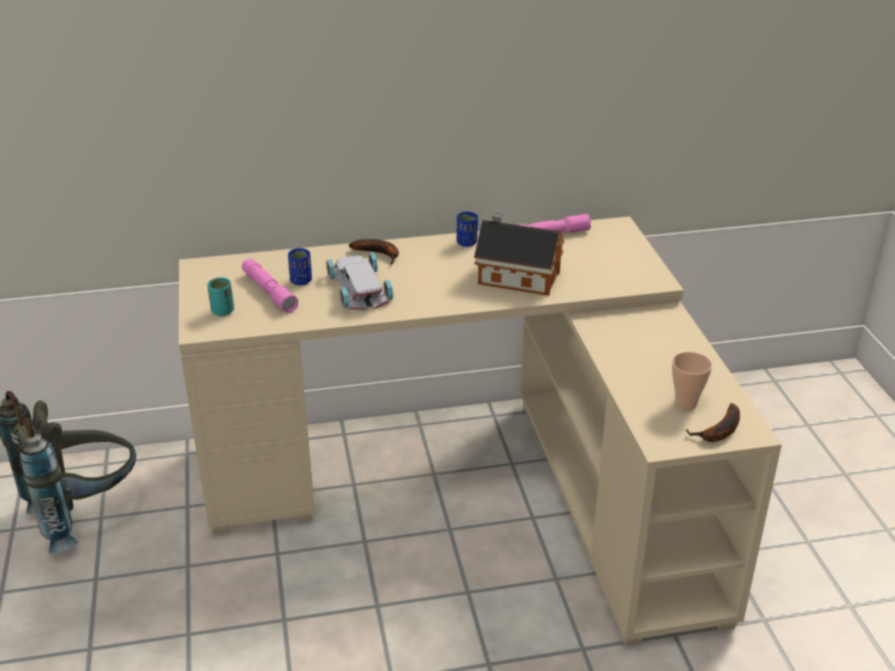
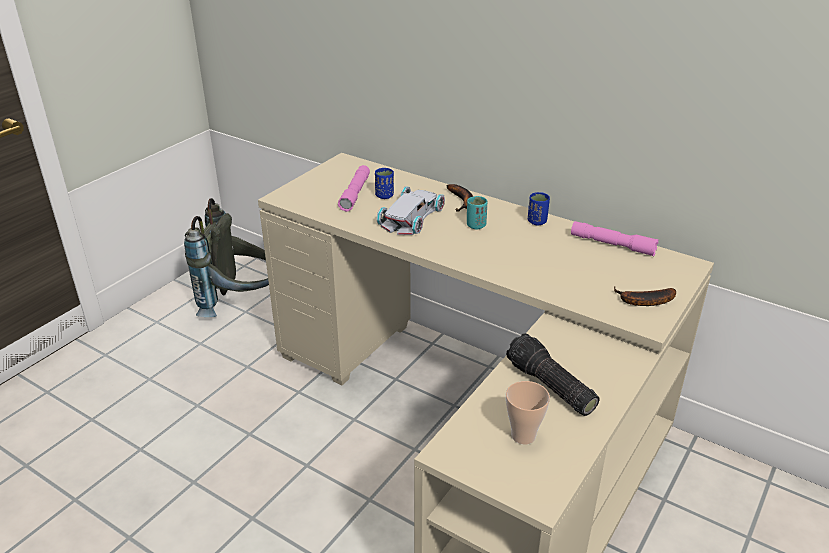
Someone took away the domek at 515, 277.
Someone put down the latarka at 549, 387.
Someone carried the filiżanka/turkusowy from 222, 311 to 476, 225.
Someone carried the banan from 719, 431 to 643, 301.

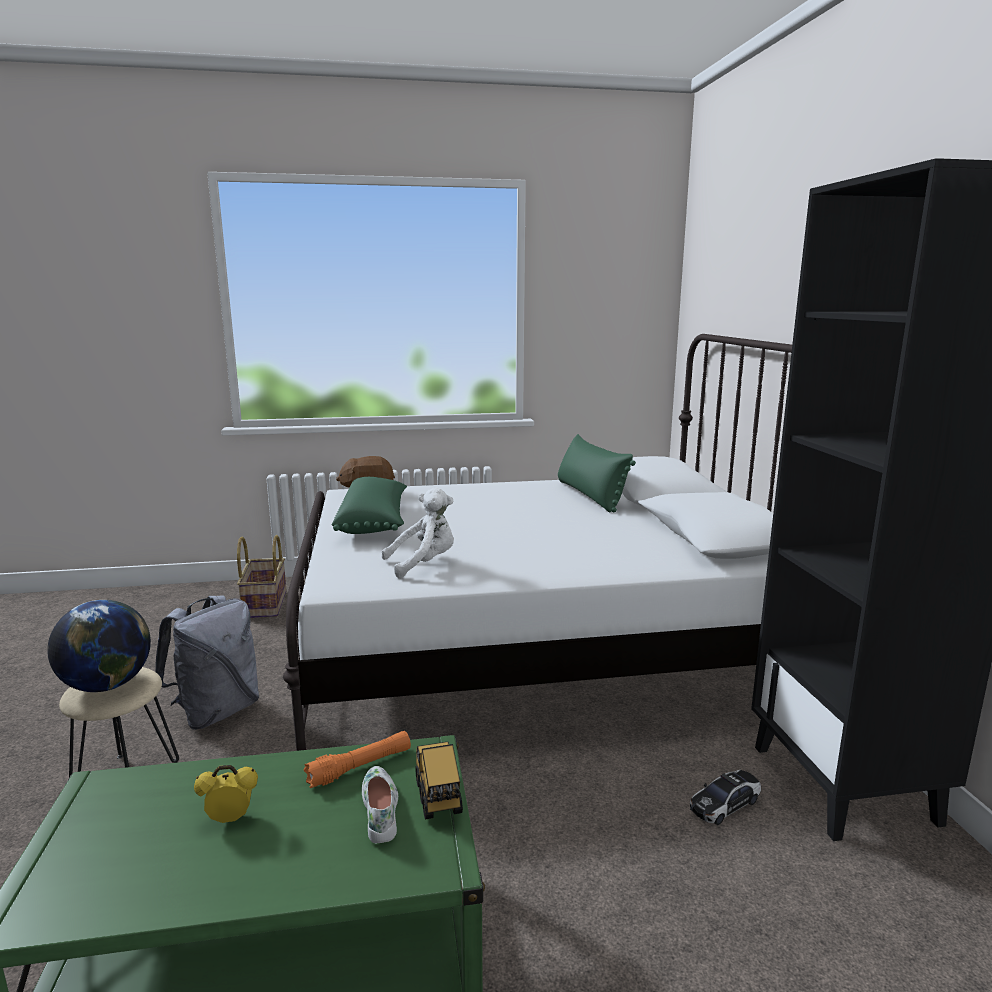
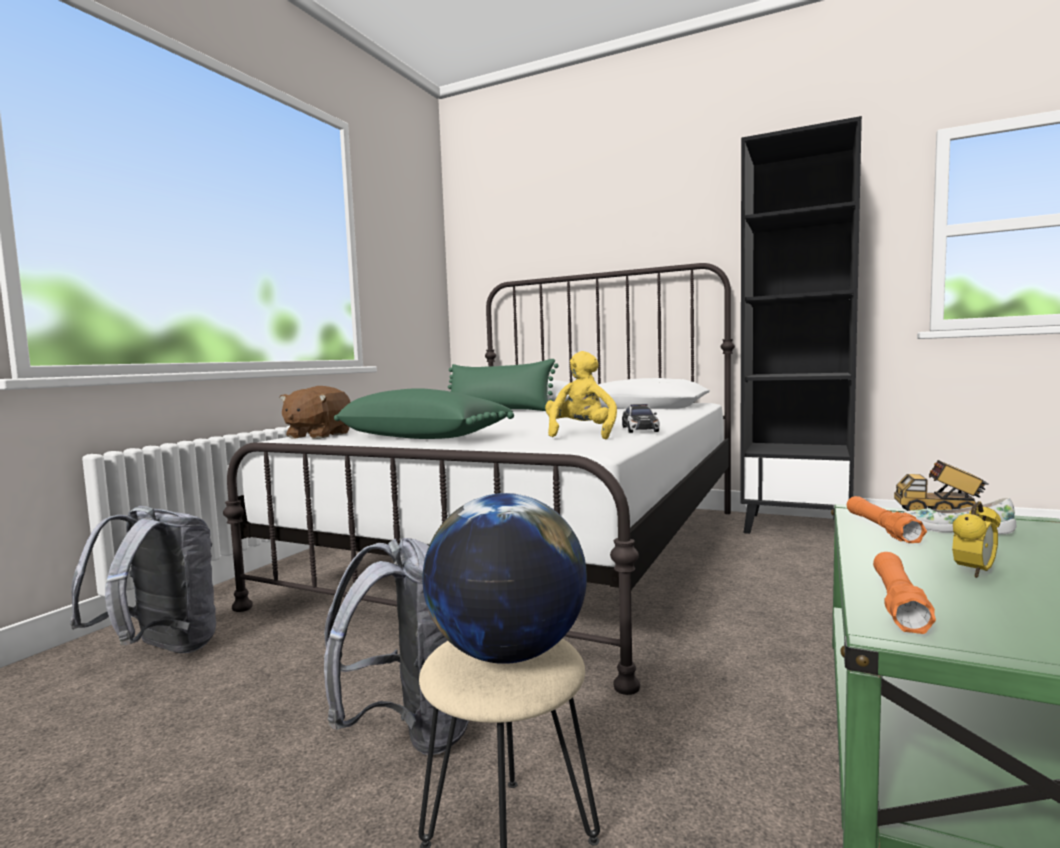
Someone put down the latarka/pomarańczowy at 898, 603.
Someone carried the samochodzik from 725, 804 to 639, 429.
Someone swapped the koszyk at 264, 604 for the plecak/szary at 160, 651.
Someone repainted the pluszak/biały at 424, 564, which became the pluszak/żółty at 581, 434.
Someone rotated the budzik at 230, 819 by 150 degrees counterclockwise.

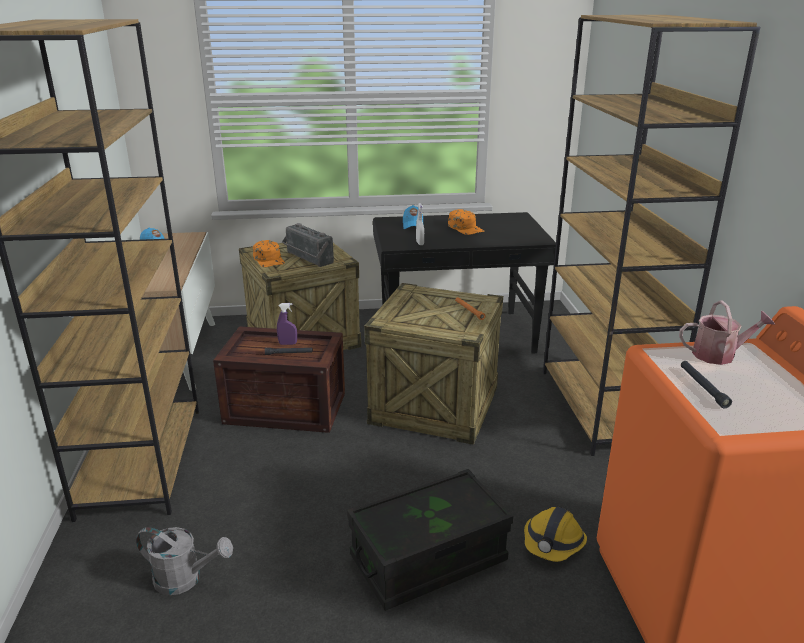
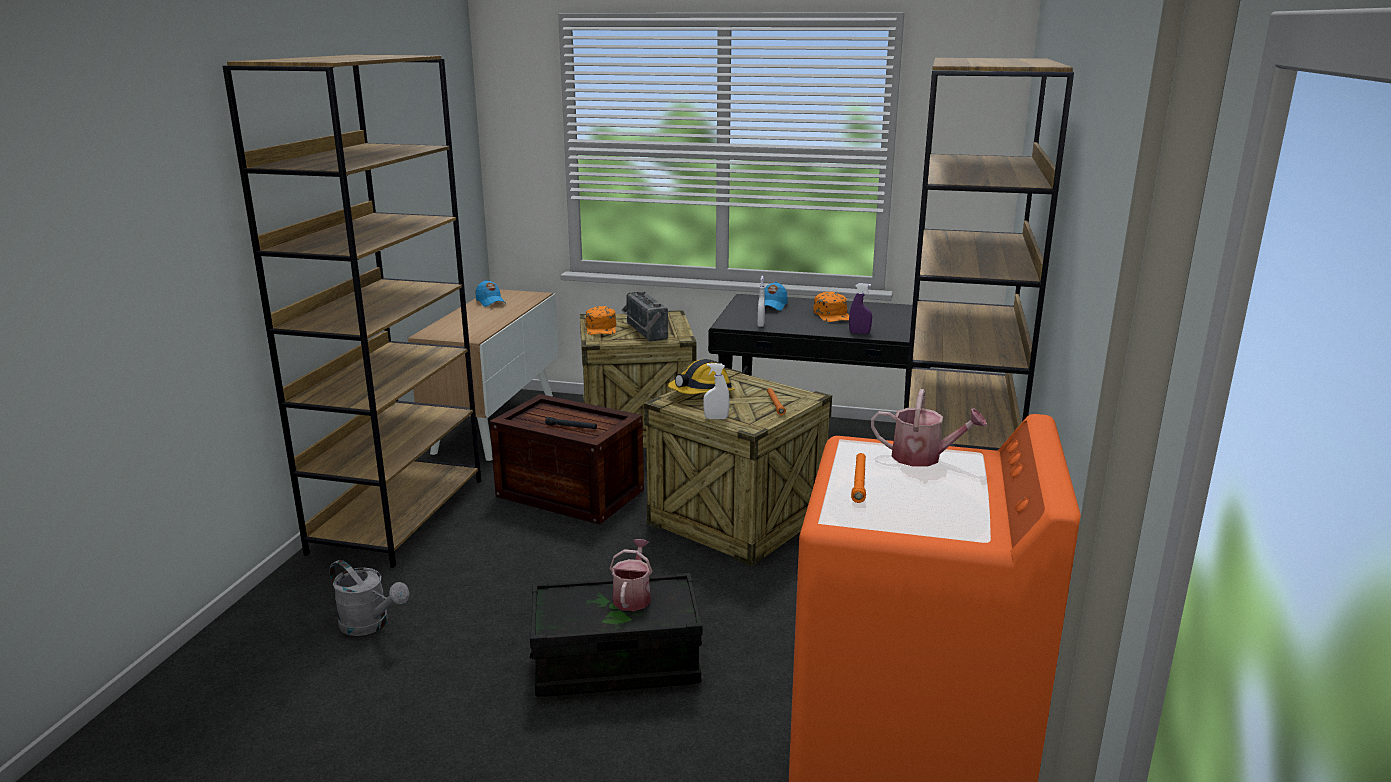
Someone put down the konewka at 633, 596.
Someone put down the spryskiwacz/biały at 716, 418.
Someone carried the spryskiwacz/fioletowy from 288, 344 to 859, 333.
Someone carried the kask from 553, 543 to 702, 392.
Someone repainted the latarka/czarny at 703, 387, which became the latarka/pomarańczowy at 859, 482.

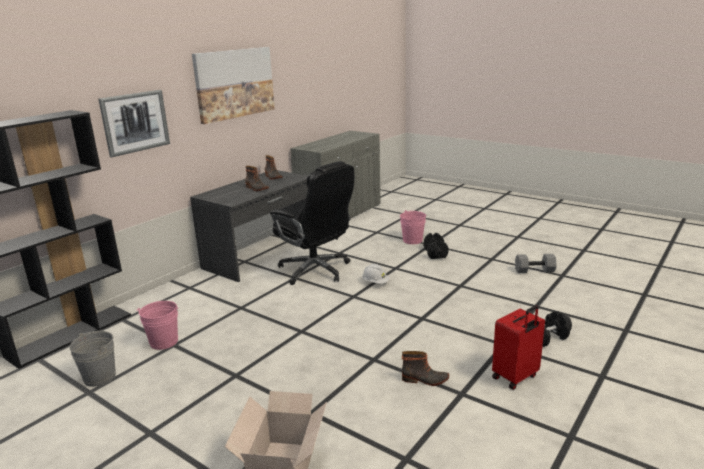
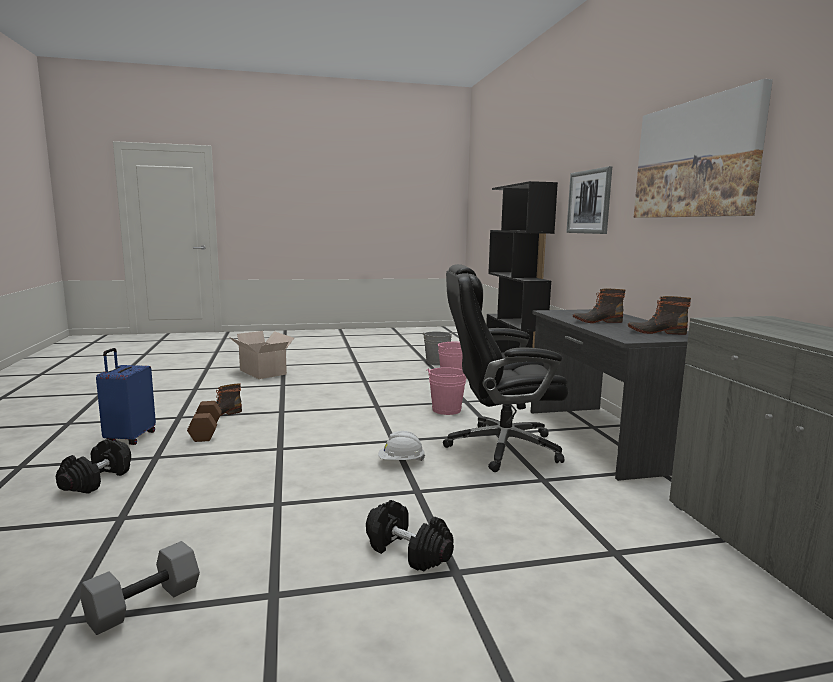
Someone put down the hantel/brązowy at 206, 432.
Someone carried the wiadro/różowy from 412, 240 to 446, 410.
Someone repainted the walizka/czerwony at 515, 377, which became the walizka/niebieski at 129, 438.

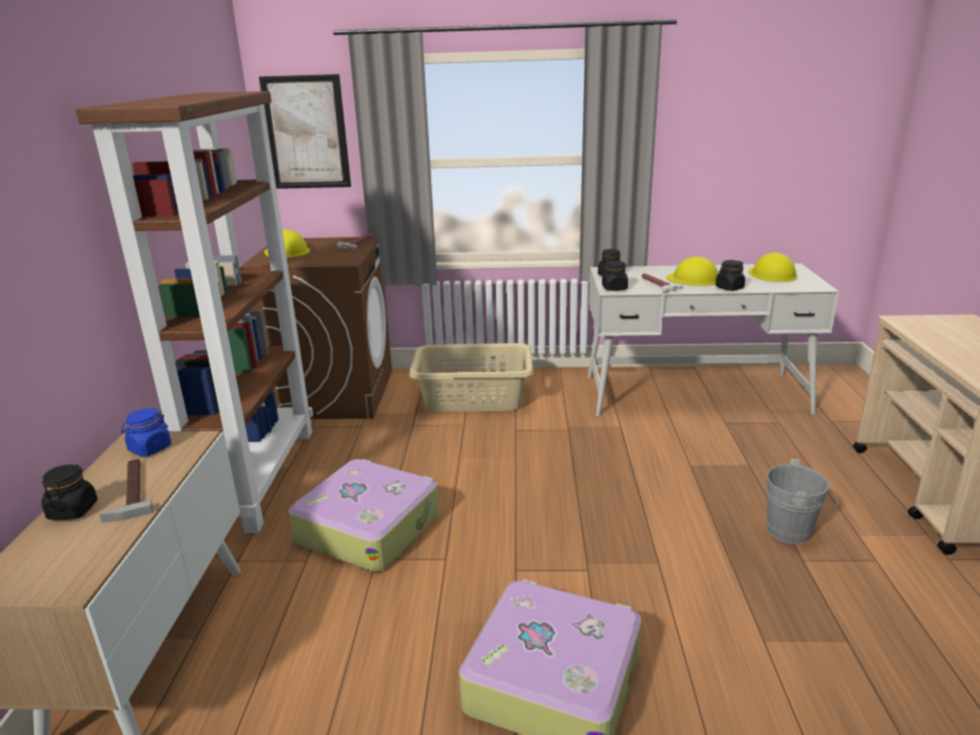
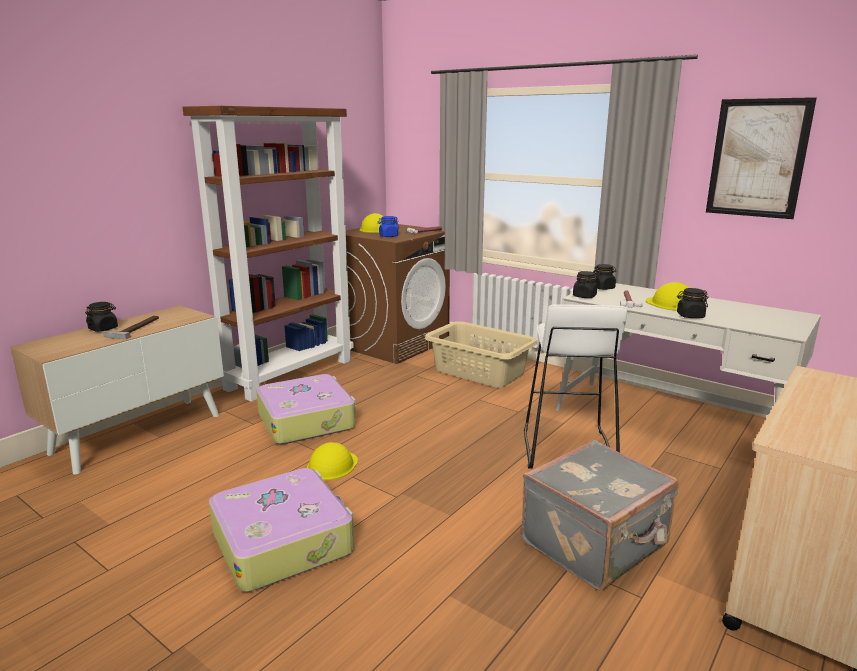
Someone put down the stołek/biały at 567, 449.
Someone carried the słoik/niebieski from 150, 449 to 388, 236.
Someone carried the obraz from 306, 133 to 757, 158.
Someone carried the kask/żółty from 772, 274 to 332, 465.
Someone swapped the wiadro/szary at 794, 532 for the walizka/szary at 596, 545.

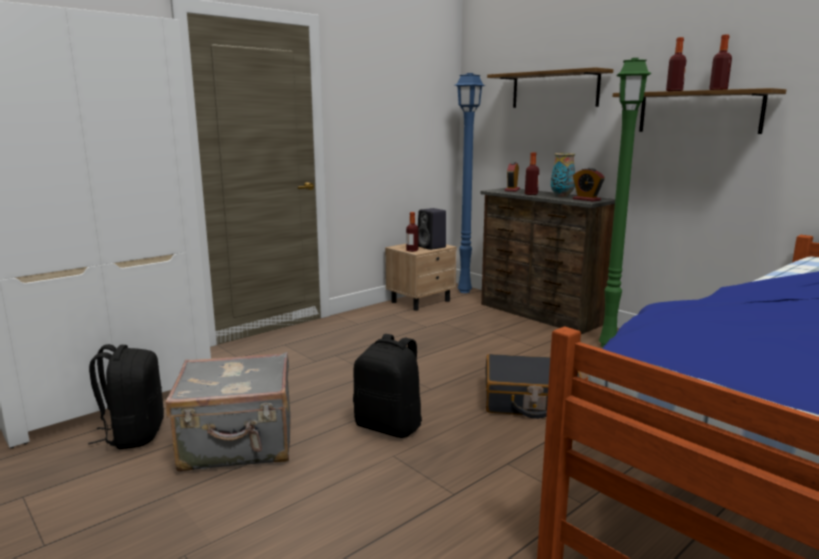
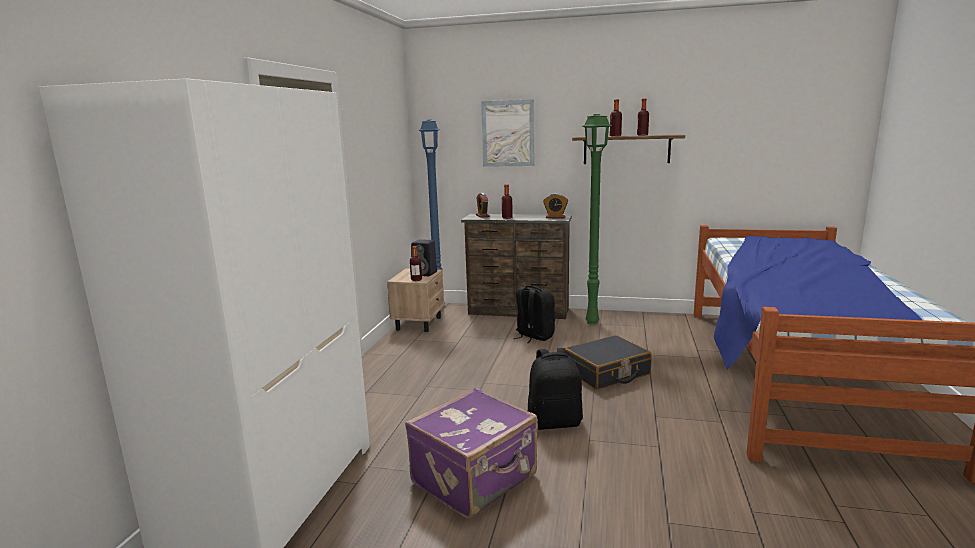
Someone took away the wazon at 562, 196.
Someone carried the plecak/czarny from 134, 434 to 534, 336.
Someone swapped the półka at 554, 90 for the obraz at 508, 133.
Someone repainted the walizka/szary at 239, 445, which became the walizka/fioletowy at 476, 479.

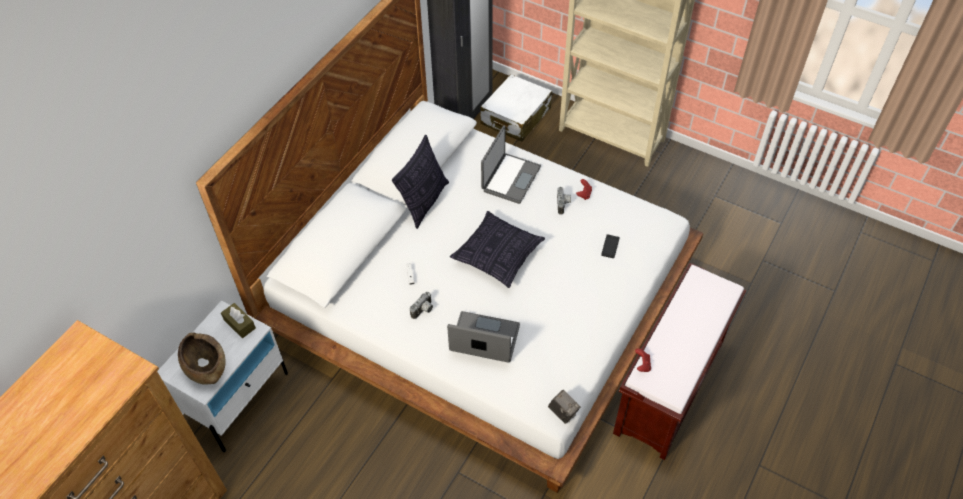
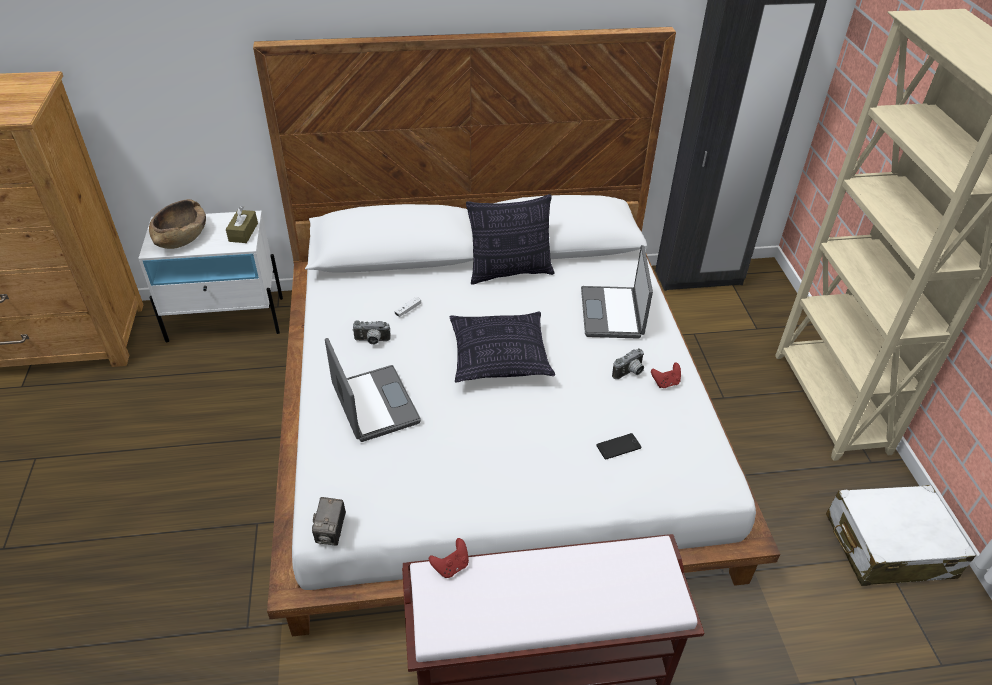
Someone carried the walizka/biały from 515, 116 to 888, 546.
Someone rotated the laptop at 510, 178 by 105 degrees clockwise.

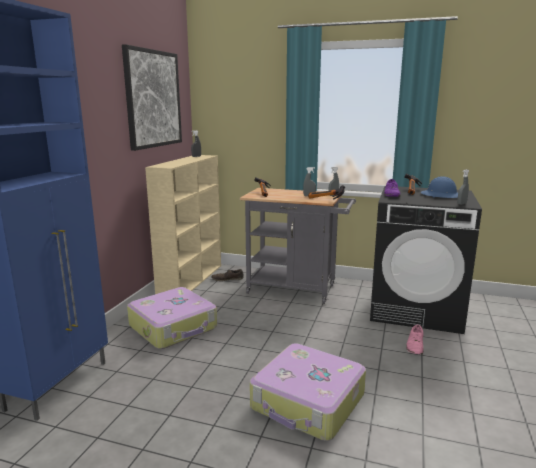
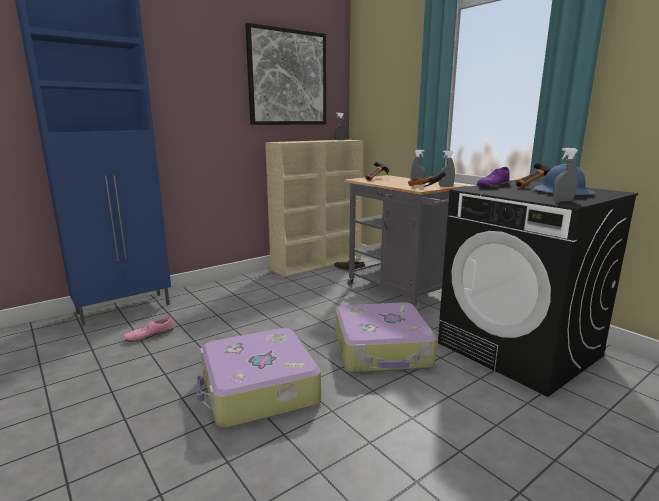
Someone carried the walizka from 174, 327 to 382, 350.
Someone carried the but/różowy from 415, 346 to 149, 335.

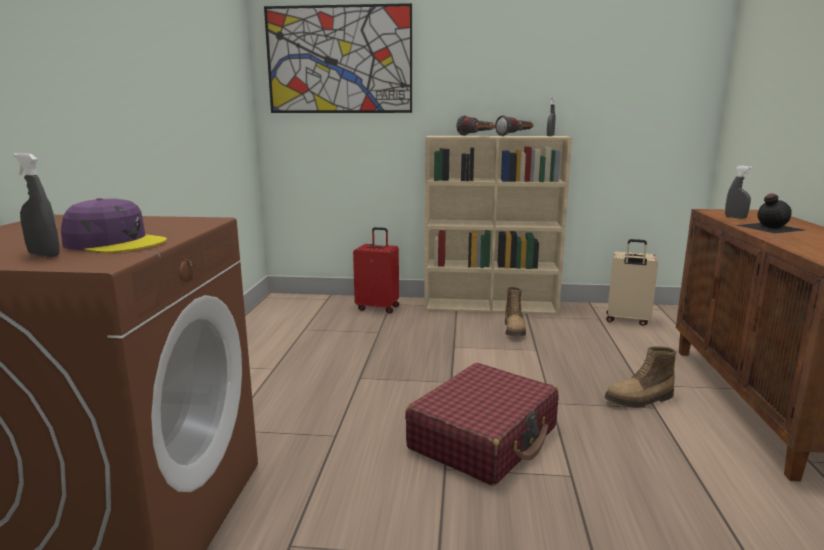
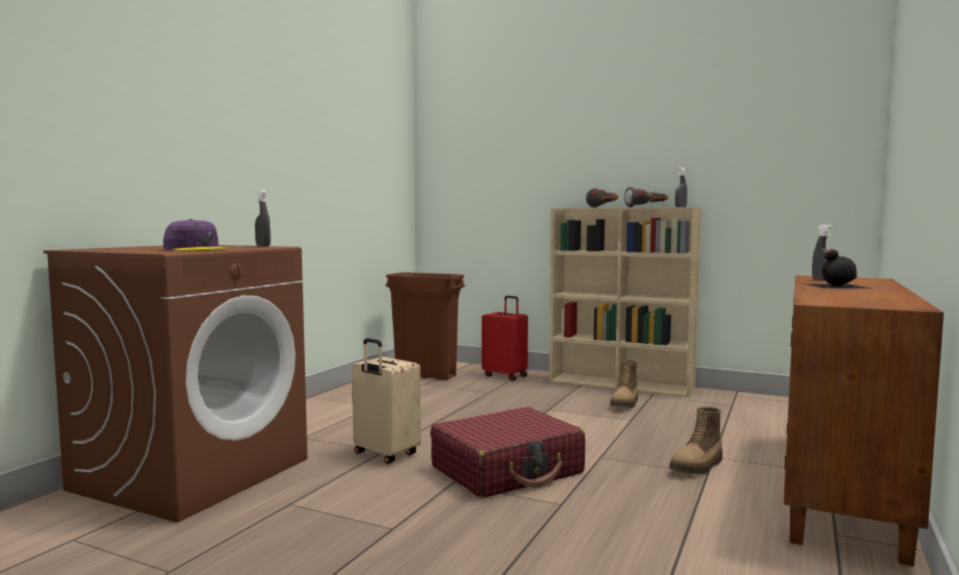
Someone took away the obraz at 339, 60.
Someone put down the kosz na śmieci/brązowy at 426, 375.
Someone carried the spryskiwacz/szary from 44, 255 to 263, 246.
Someone carried the walizka/beżowy from 627, 320 to 385, 455.
Someone rotated the but z cholewką at 640, 400 by 45 degrees counterclockwise.

